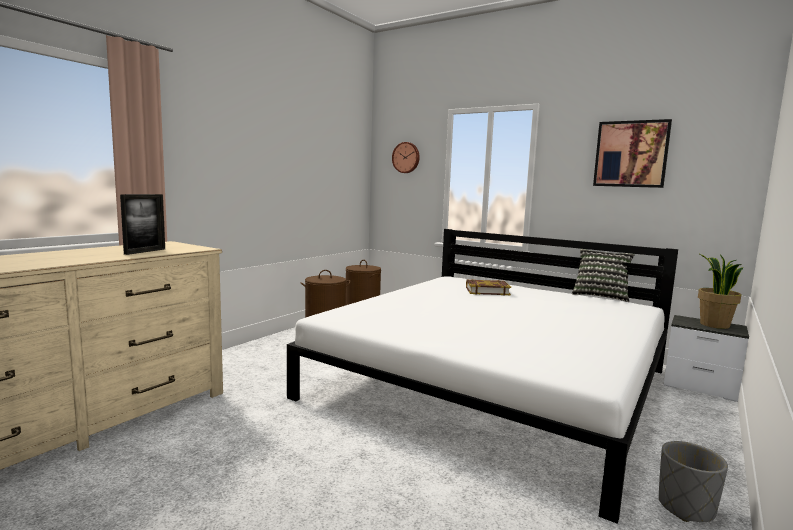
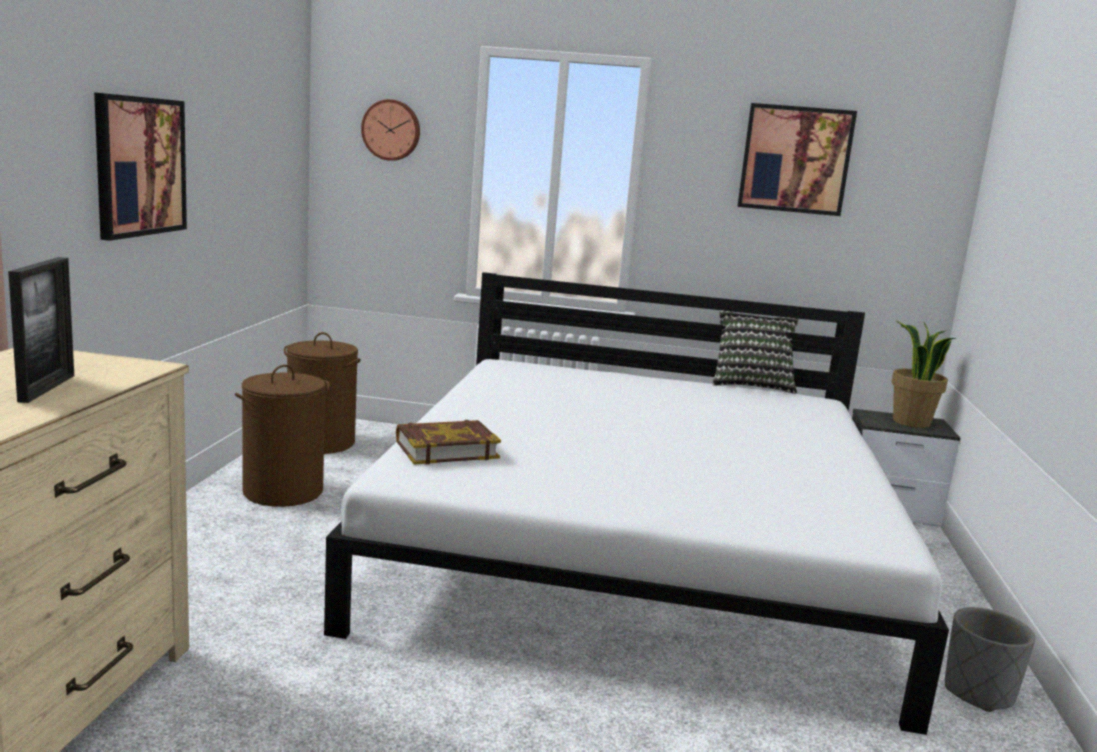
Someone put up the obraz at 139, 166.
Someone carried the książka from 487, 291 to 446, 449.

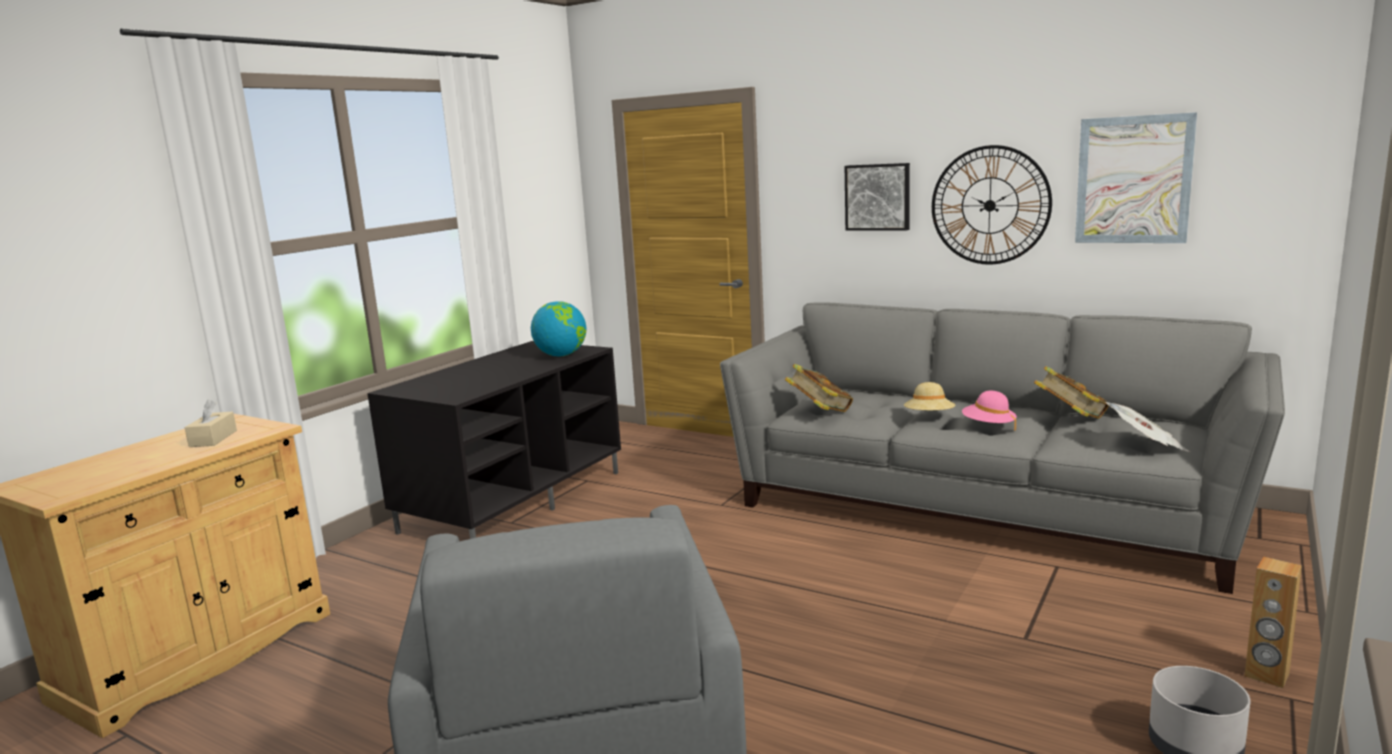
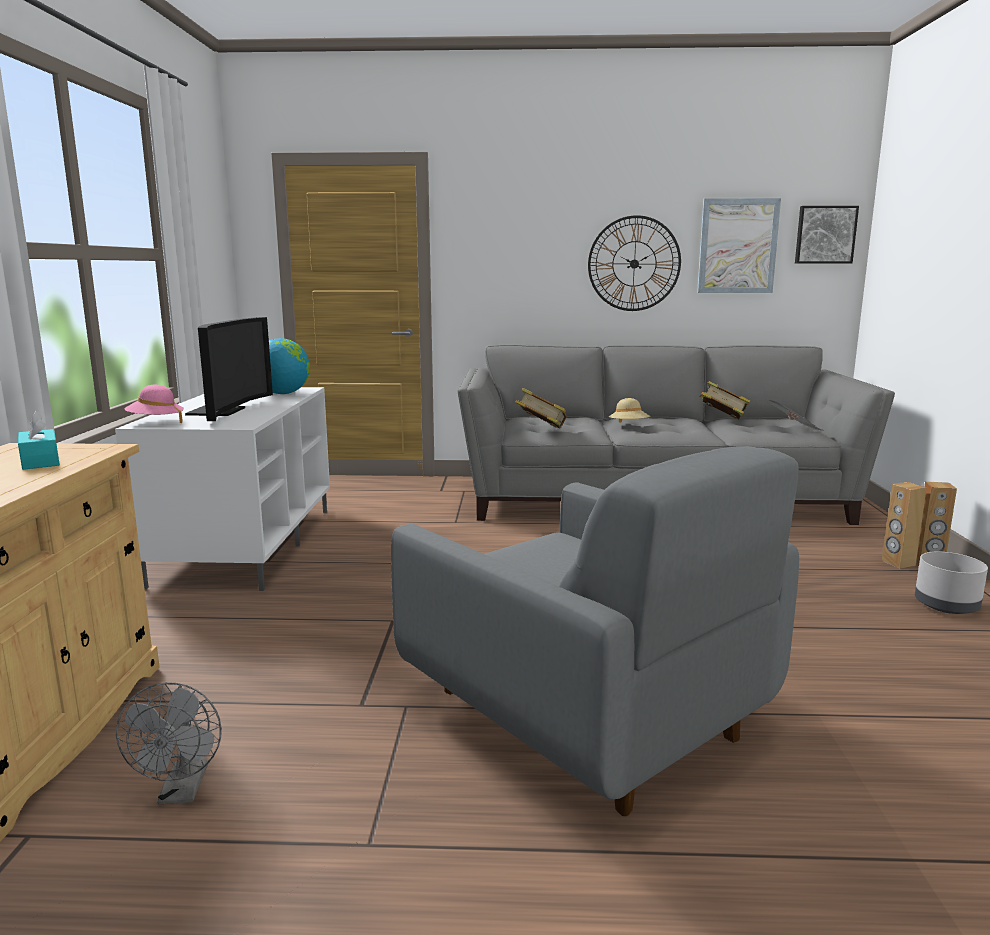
Someone put down the wentylator/szary at 182, 792.
Someone put down the telewizor at 224, 411.
Someone put down the głośnik/brązowy at 898, 563.
Someone carried the obraz from 878, 197 to 825, 235.
Someone carried the kapelusz/różowy from 988, 426 to 156, 422.
Someone repainted the pudełko chusteczek/beżowy at 213, 438, which became the pudełko chusteczek/turkusowy at 40, 461.
Someone repainted the szafka pod telewizor/czarny at 514, 500, which became the szafka pod telewizor/biały at 246, 544.

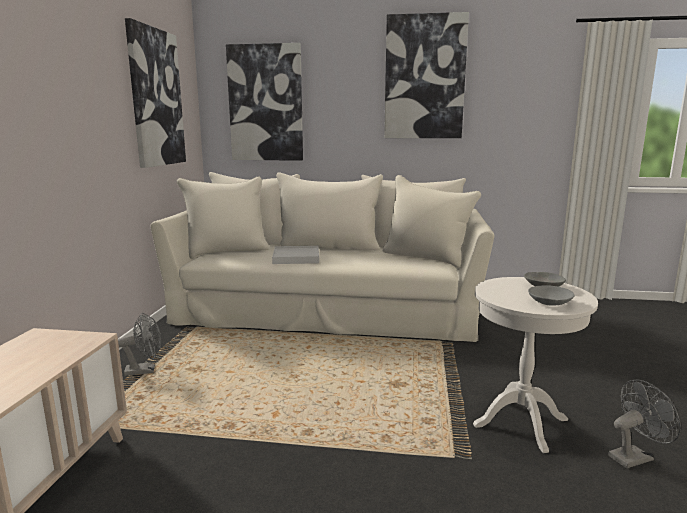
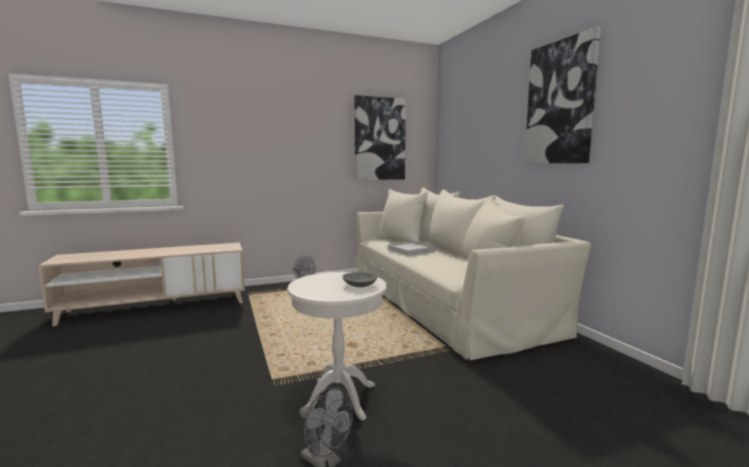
Someone took away the obraz at 266, 103.
Someone took away the miska/szary at 549, 303.

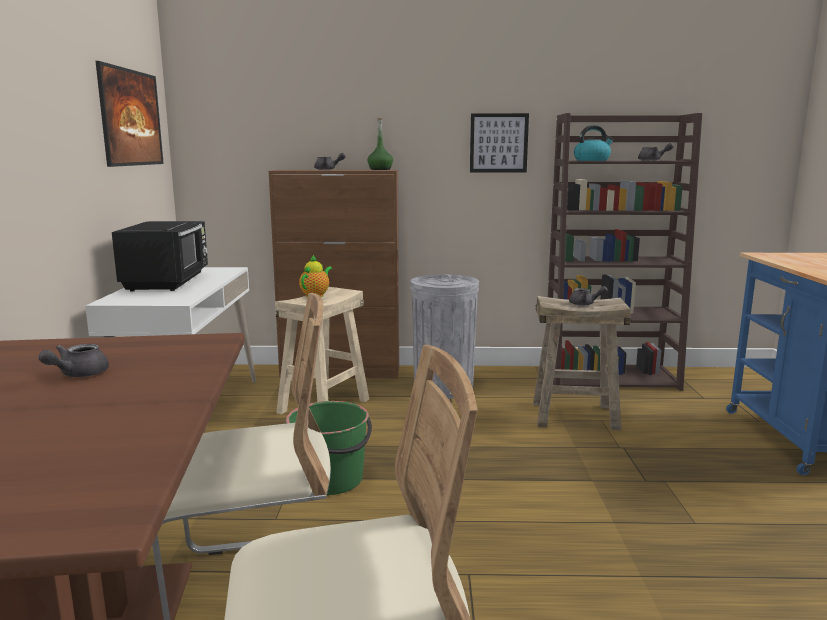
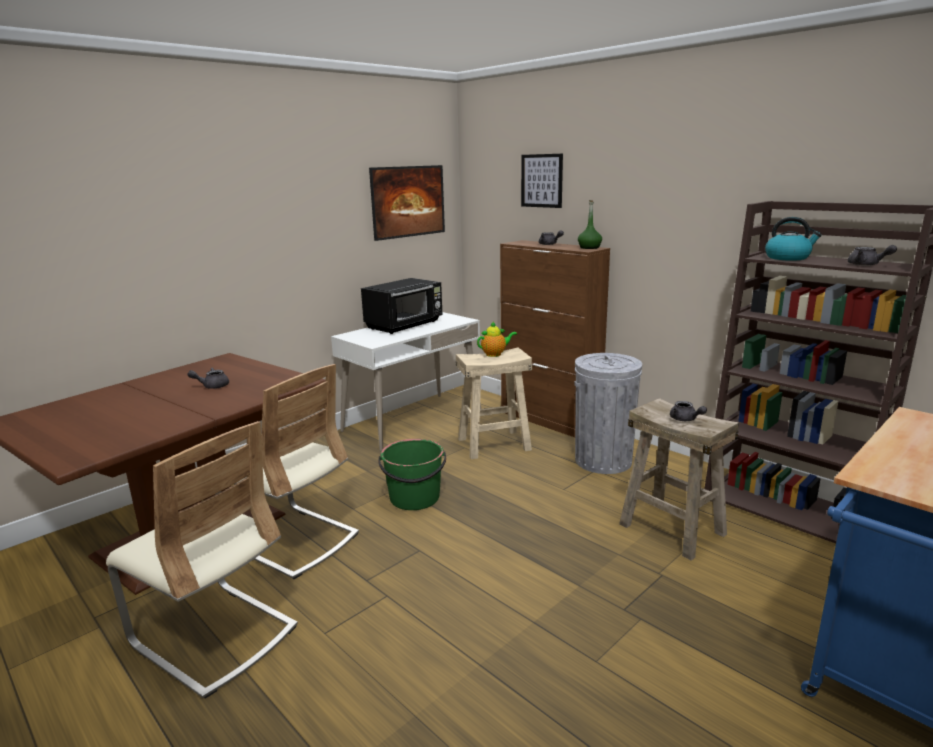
Someone carried the obraz from 498, 143 to 541, 181.

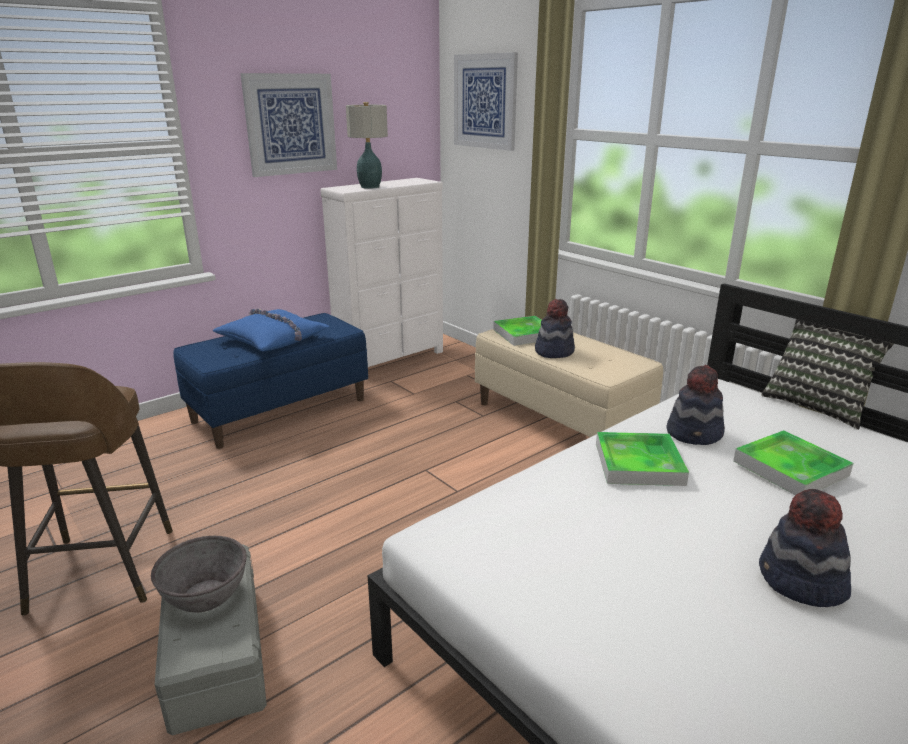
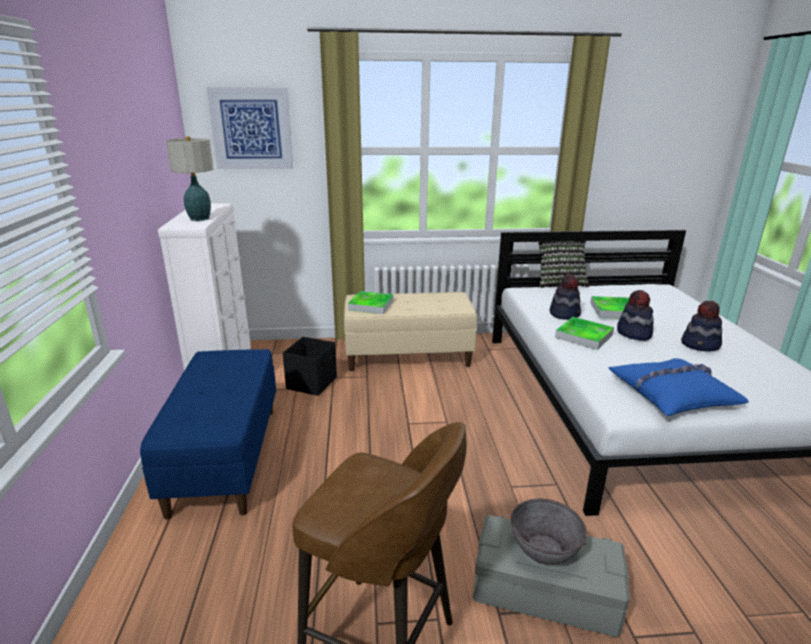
Someone took away the obraz at 290, 124.
Someone put down the pojemnik do przechowywania/czarny at 312, 383.
Someone carried the poduszka/niebieski from 273, 339 to 671, 394.
Someone carried the kapelusz from 553, 351 to 633, 333.

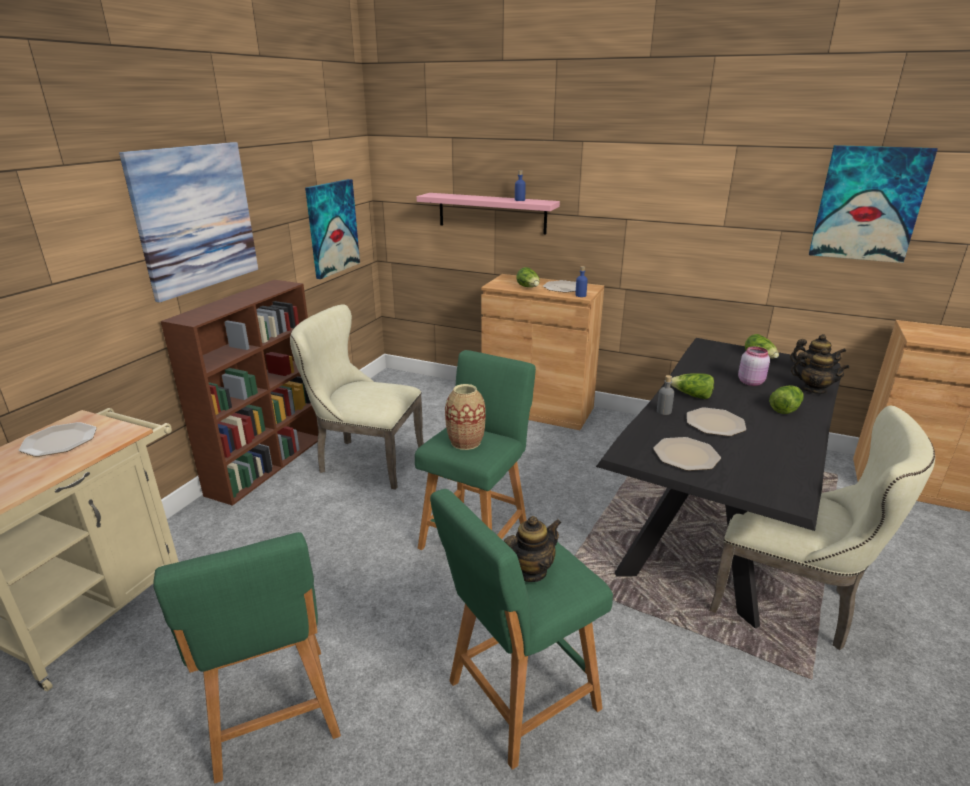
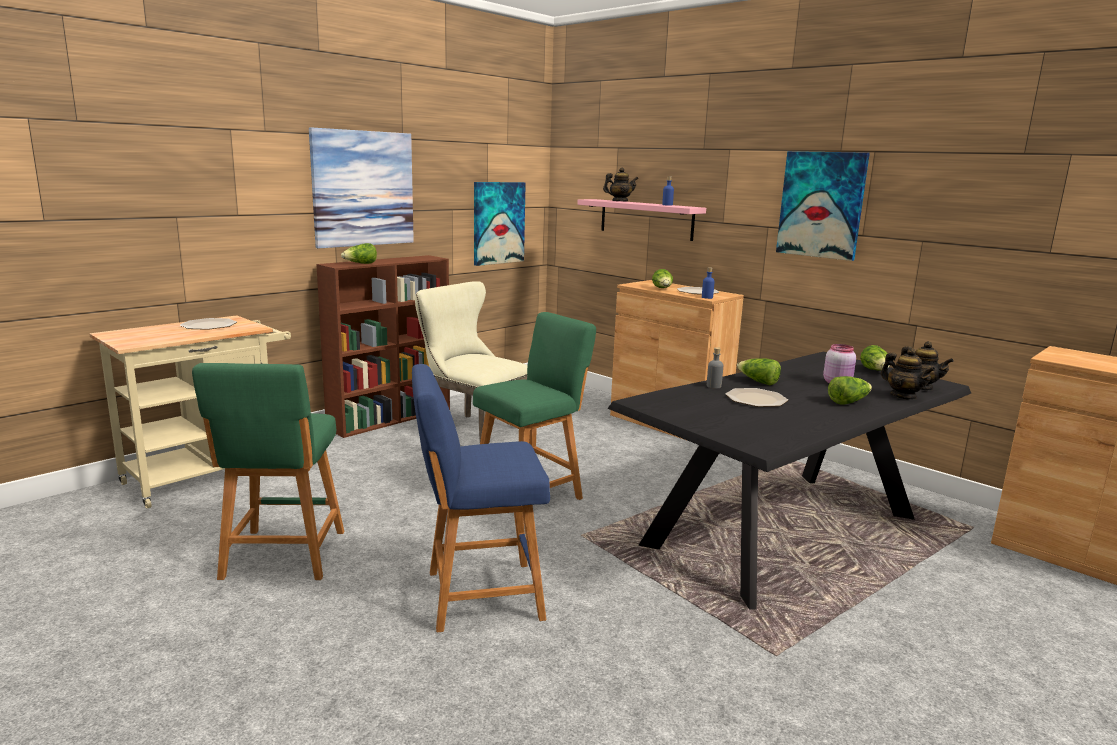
Someone took away the wazon at 465, 442.
Someone took away the talerz at 685, 455.
Someone took away the krzesło/beżowy at 790, 601.
Someone put down the sałata at 360, 264.
Someone carried the imbryk from 529, 571 to 619, 201.
Someone carried the obraz from 868, 204 to 821, 205.
Someone repainted the stołek/zielony at 517, 698, which became the stołek/niebieski at 477, 596.

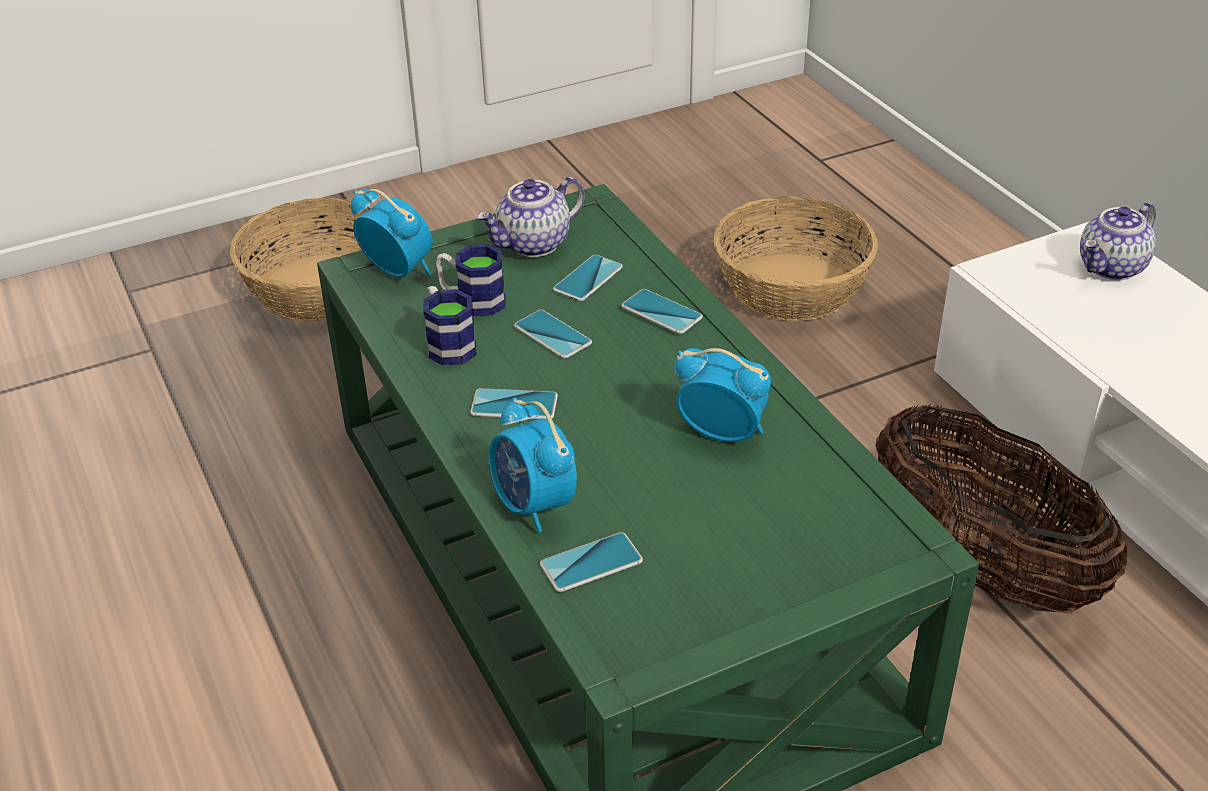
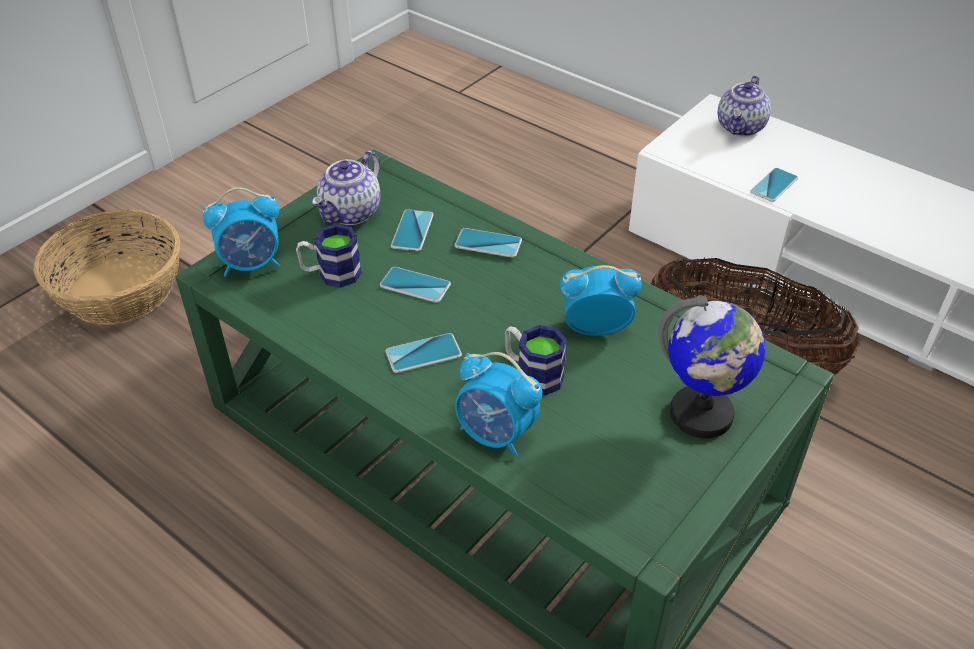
Someone took away the koszyk at 791, 286.
Someone put down the globus at 701, 415.
Someone carried the kubek from 448, 344 to 532, 373.
Someone carried the telefon from 591, 563 to 774, 185.
Someone rotated the budzik at 398, 270 by 150 degrees clockwise.

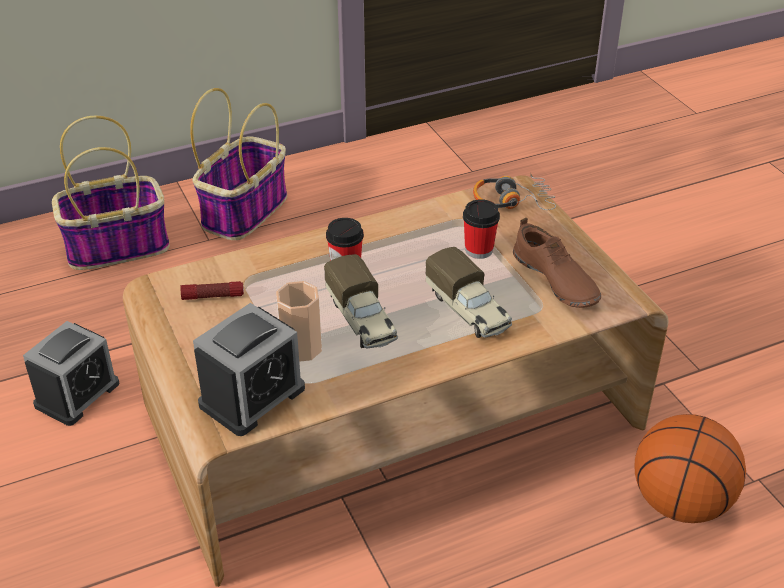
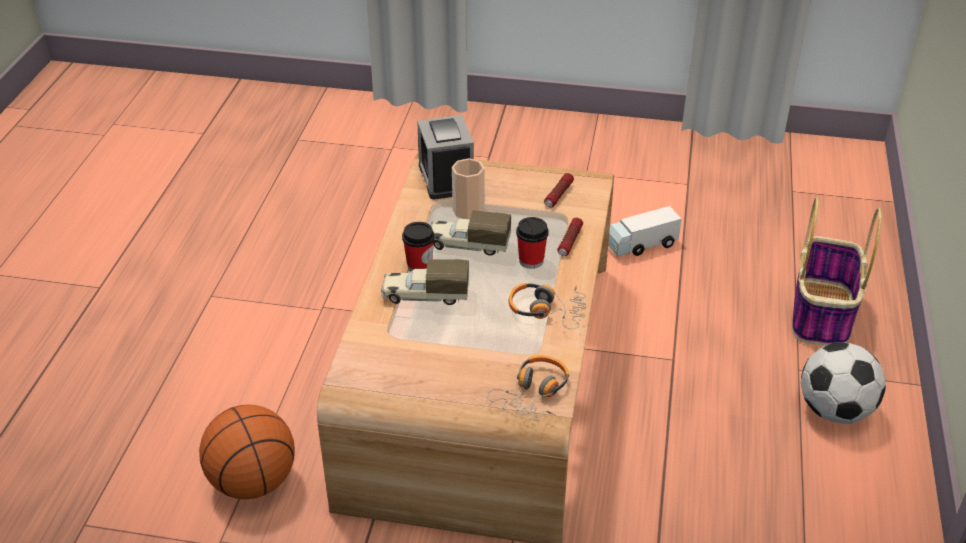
Someone took away the but/brązowy at 555, 280.
Someone put down the słuchawki at 547, 310.
Someone put down the latarka at 570, 242.
Someone carried the filiżanka from 479, 250 to 419, 265.
Someone swapped the budzik at 77, 394 for the ciężarówka zabawkowa at 641, 245.
Someone swapped the koszyk at 245, 210 for the piłka futbolowa at 834, 410.

